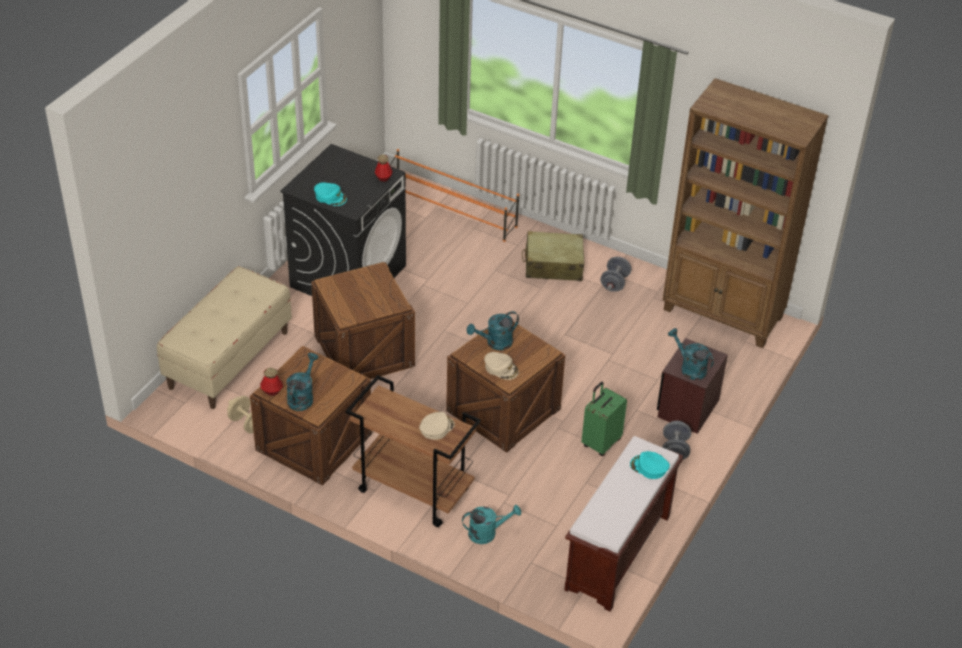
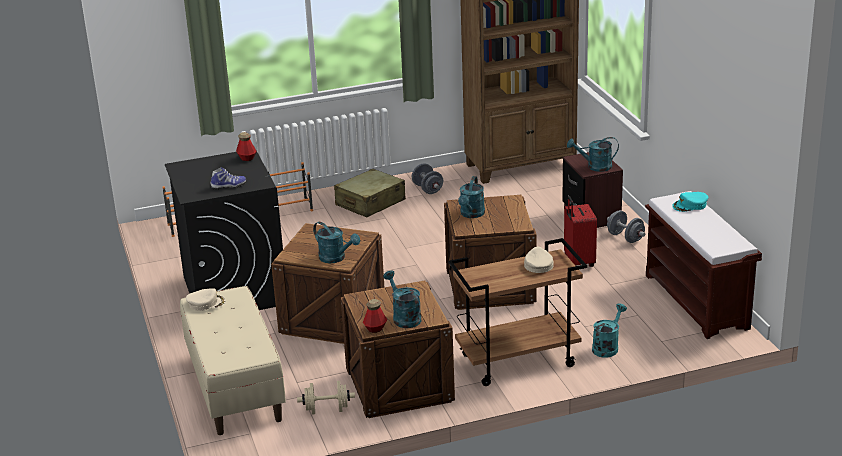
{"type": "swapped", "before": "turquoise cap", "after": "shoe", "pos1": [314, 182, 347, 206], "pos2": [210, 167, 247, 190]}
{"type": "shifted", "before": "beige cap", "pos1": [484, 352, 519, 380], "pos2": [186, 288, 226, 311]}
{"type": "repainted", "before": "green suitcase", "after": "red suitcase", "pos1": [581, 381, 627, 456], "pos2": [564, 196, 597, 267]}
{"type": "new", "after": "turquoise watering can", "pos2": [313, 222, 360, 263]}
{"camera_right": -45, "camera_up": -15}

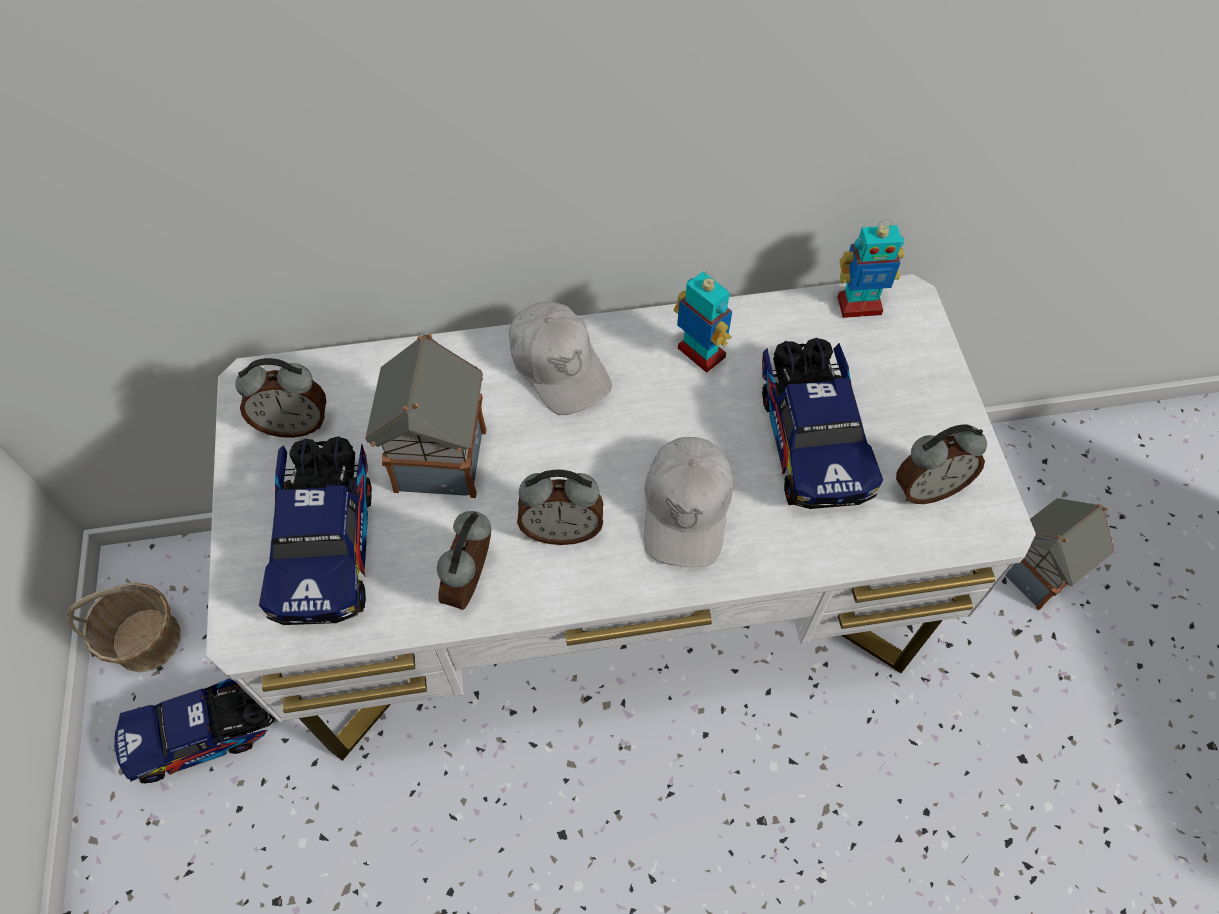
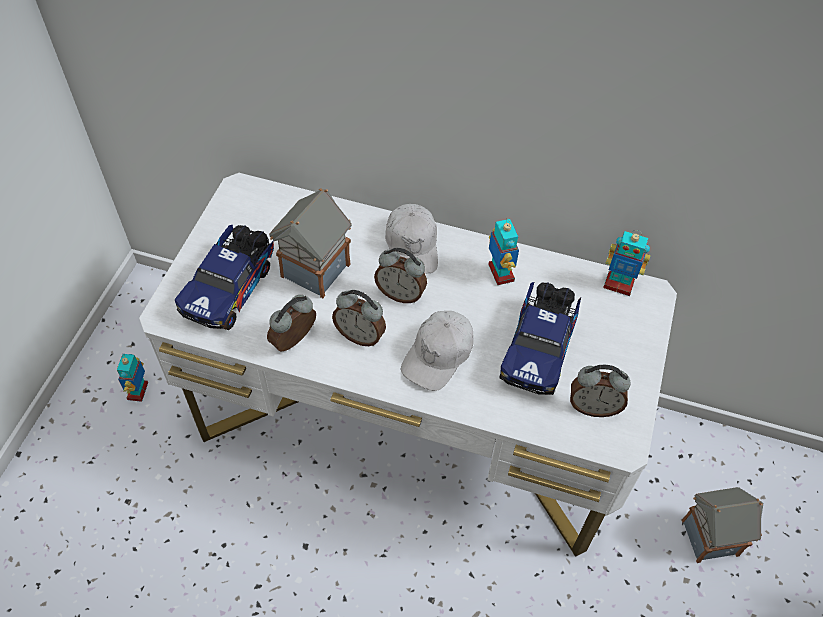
{"type": "gone", "before": "basket", "pos1": [66, 582, 180, 672]}
{"type": "swapped", "before": "toy truck", "after": "toy robot", "pos1": [114, 678, 275, 784], "pos2": [117, 354, 148, 402]}
{"type": "shifted", "before": "alarm clock", "pos1": [235, 358, 326, 438], "pos2": [374, 248, 427, 303]}
{"camera_right": 25, "camera_up": -5}

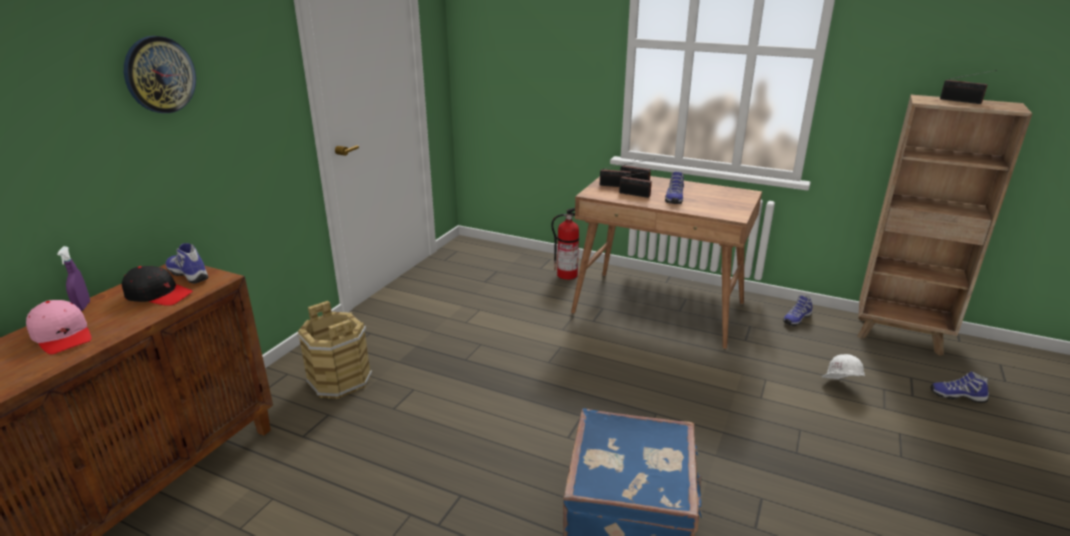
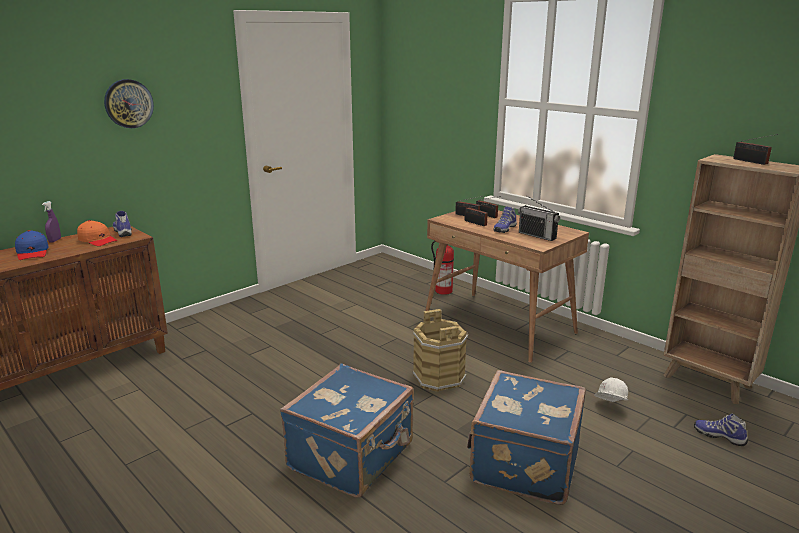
{"type": "repainted", "before": "pink cap", "after": "blue cap", "pos1": [26, 300, 92, 354], "pos2": [15, 230, 49, 260]}
{"type": "repainted", "before": "black cap", "after": "orange cap", "pos1": [122, 266, 193, 306], "pos2": [77, 220, 117, 246]}
{"type": "shifted", "before": "brown bucket", "pos1": [297, 301, 372, 399], "pos2": [412, 309, 468, 392]}
{"type": "gone", "before": "shoe", "pos1": [783, 295, 812, 326]}
{"type": "new", "after": "blue suitcase", "pos2": [467, 370, 586, 505]}
{"type": "new", "after": "radio", "pos2": [518, 196, 560, 241]}
{"camera_right": 20, "camera_up": -5}

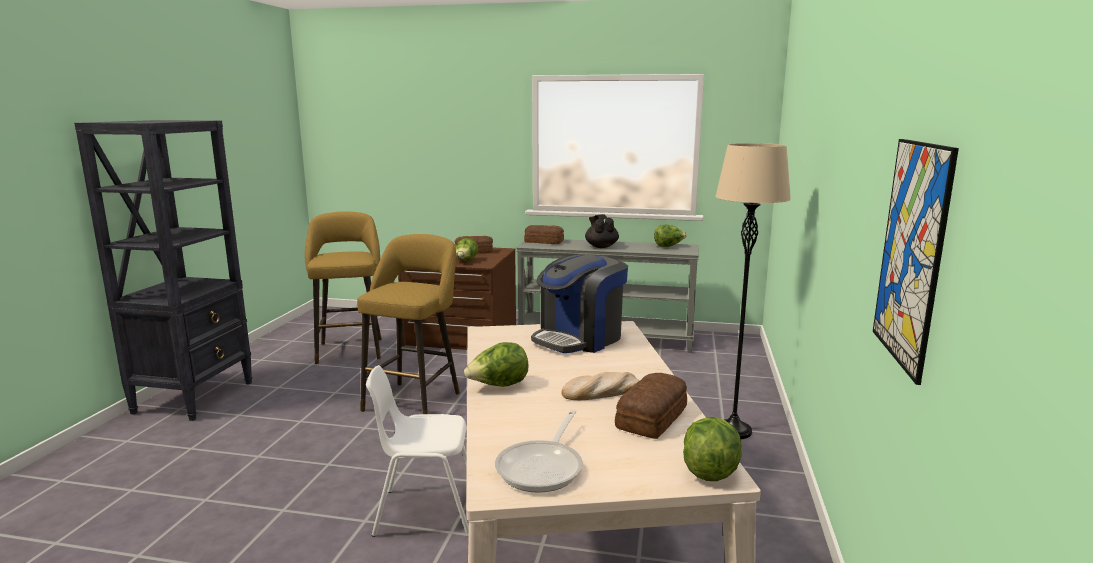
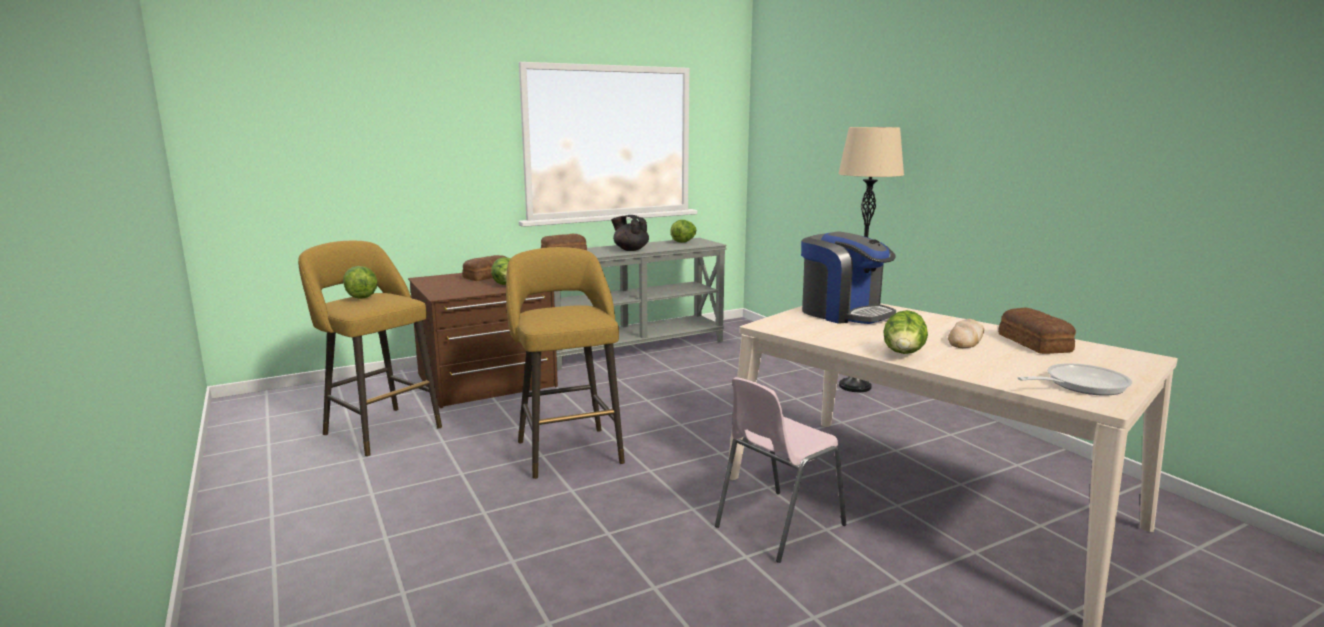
{"type": "gone", "before": "black bookcase", "pos1": [74, 120, 253, 421]}
{"type": "repainted", "before": "white chair", "after": "pink chair", "pos1": [366, 365, 469, 537], "pos2": [715, 377, 846, 563]}
{"type": "rotated", "before": "frying pan", "pos1": [495, 410, 583, 493], "pos2": [1018, 363, 1132, 396], "turn": -90}
{"type": "rotated", "before": "coffee machine", "pos1": [531, 255, 628, 353], "pos2": [801, 231, 896, 324], "turn": -45}
{"type": "shifted", "before": "lettuce", "pos1": [683, 417, 742, 481], "pos2": [343, 266, 377, 299]}
{"type": "gone", "before": "picture", "pos1": [873, 139, 959, 385]}
{"camera_right": -40, "camera_up": 0}

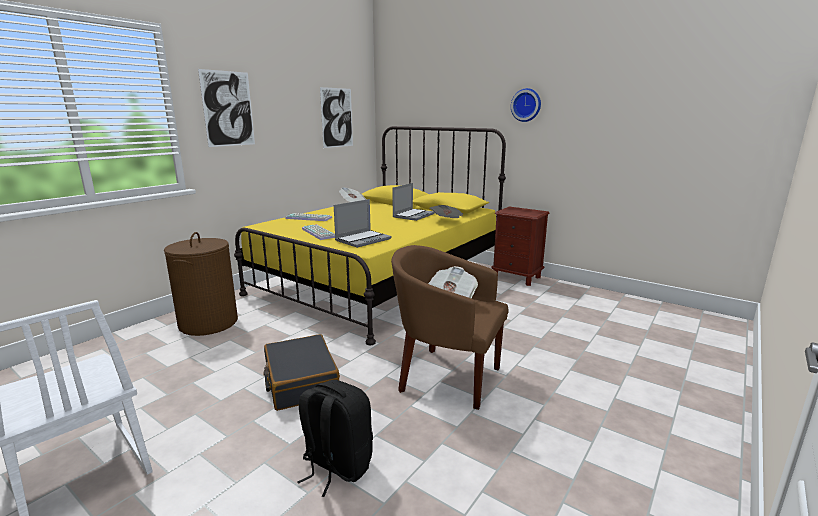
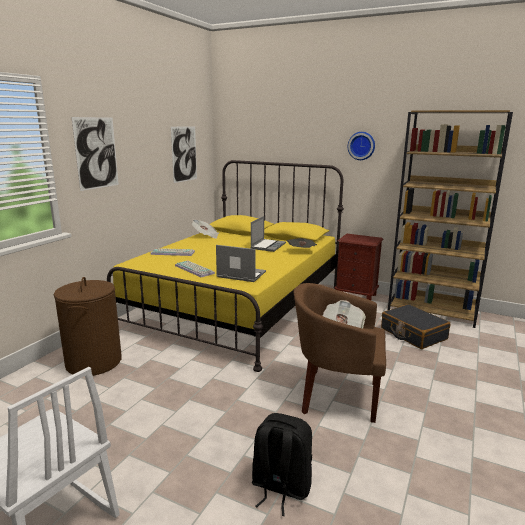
{"type": "shifted", "before": "black suitcase", "pos1": [264, 334, 340, 411], "pos2": [381, 304, 450, 349]}
{"type": "rotated", "before": "laptop", "pos1": [334, 199, 392, 248], "pos2": [216, 245, 266, 282], "turn": -105}
{"type": "new", "after": "brown bookcase", "pos2": [388, 110, 513, 328]}
{"camera_right": -10, "camera_up": 0}

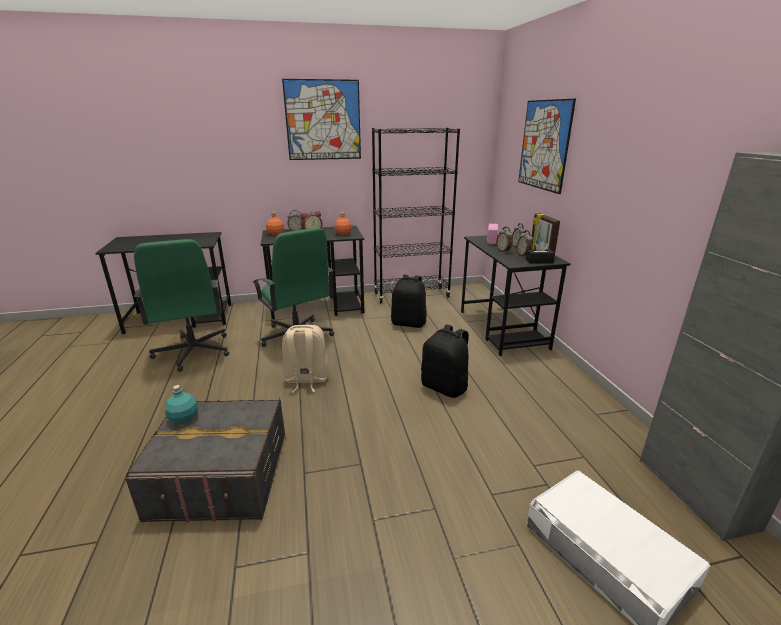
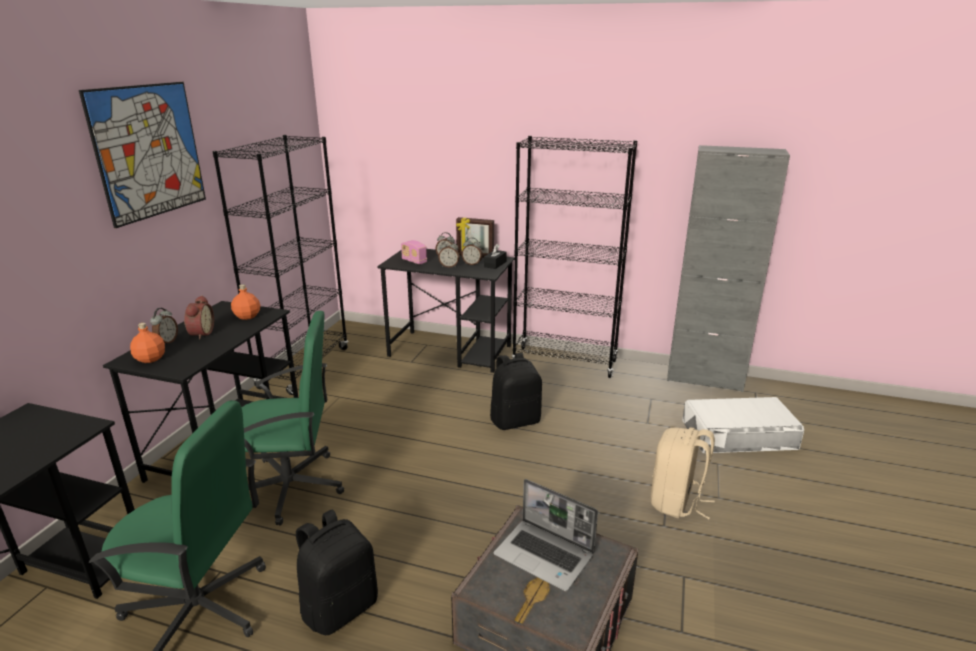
{"type": "gone", "before": "turquoise bottle", "pos1": [165, 385, 198, 424]}
{"type": "shifted", "before": "beige backpack", "pos1": [282, 325, 329, 393], "pos2": [651, 427, 715, 519]}
{"type": "shifted", "before": "black backpack", "pos1": [391, 275, 426, 328], "pos2": [296, 509, 378, 635]}
{"type": "gone", "before": "picture", "pos1": [518, 99, 576, 194]}
{"type": "new", "after": "laptop", "pos2": [494, 479, 598, 591]}
{"type": "new", "after": "black bookcase", "pos2": [512, 136, 637, 378]}
{"camera_right": -60, "camera_up": 0}

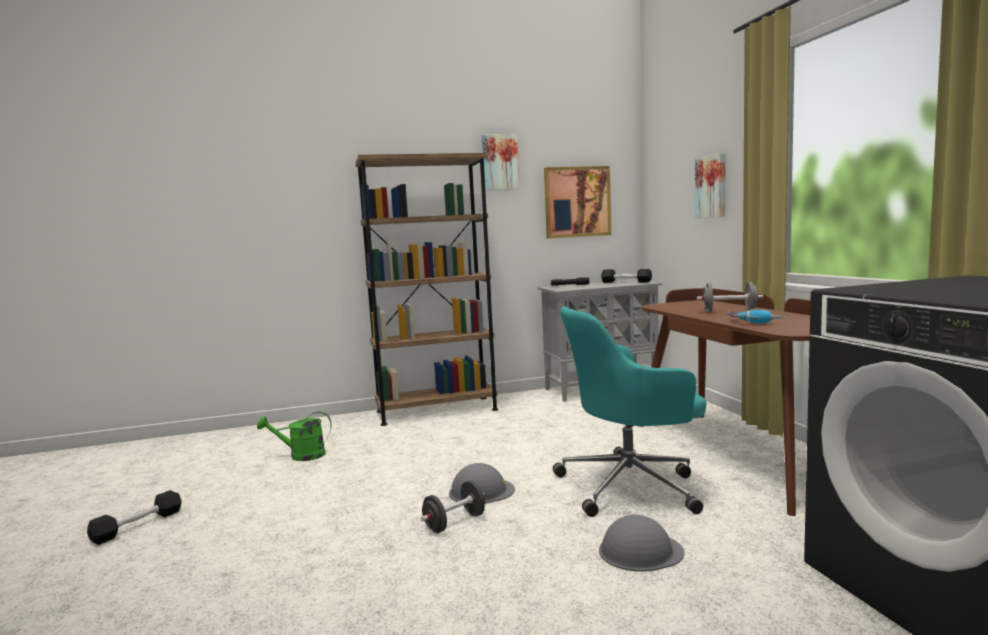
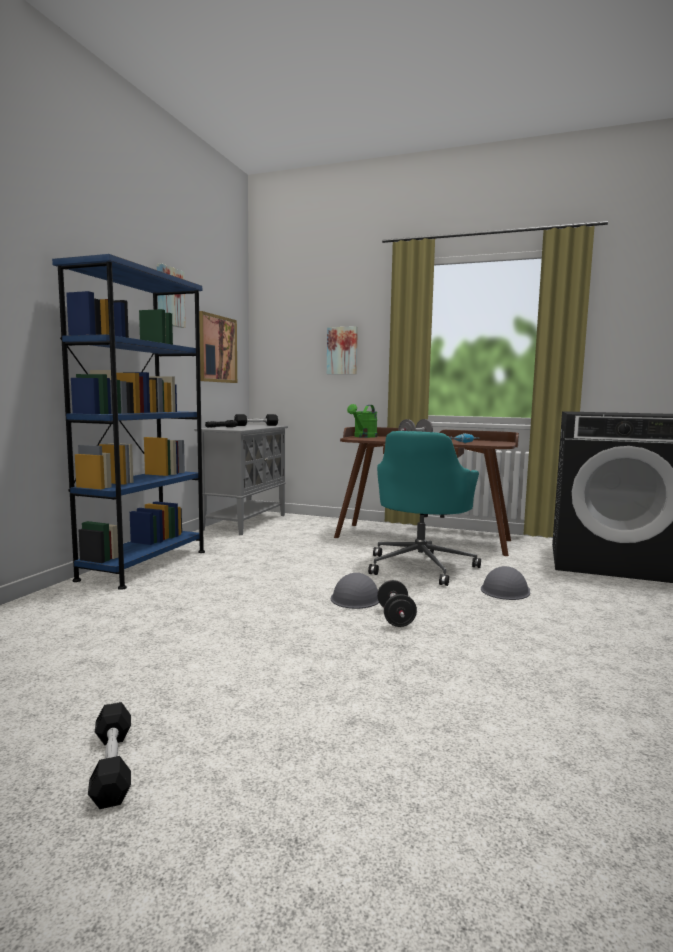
{"type": "shifted", "before": "green watering can", "pos1": [257, 412, 332, 461], "pos2": [347, 404, 377, 438]}
{"type": "repainted", "before": "brown bookcase", "after": "blue bookcase", "pos1": [355, 153, 498, 426], "pos2": [52, 254, 205, 590]}
{"camera_right": -55, "camera_up": 0}

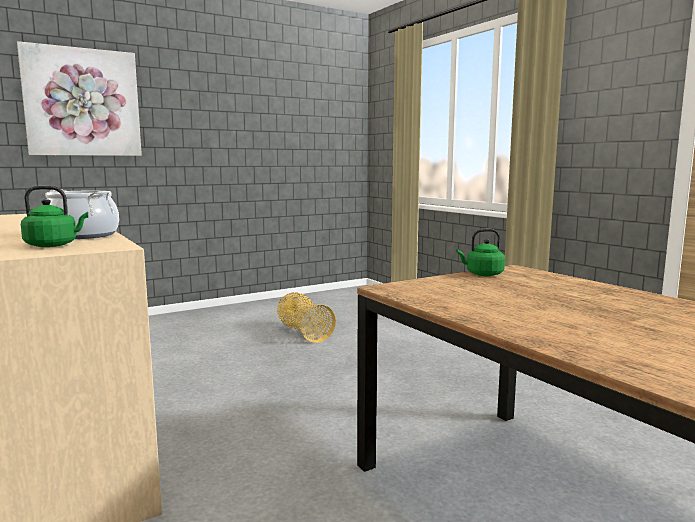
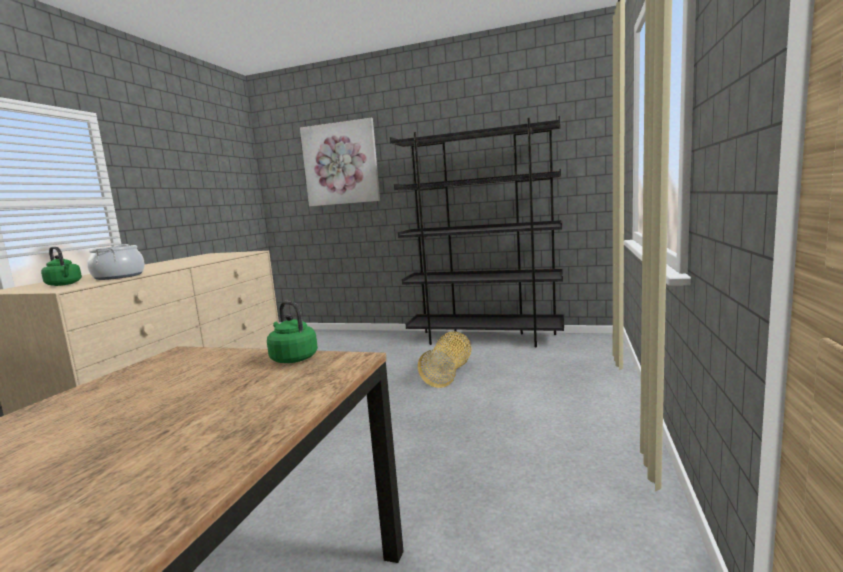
{"type": "new", "after": "black bookcase", "pos2": [390, 116, 564, 347]}
{"camera_right": 50, "camera_up": 0}

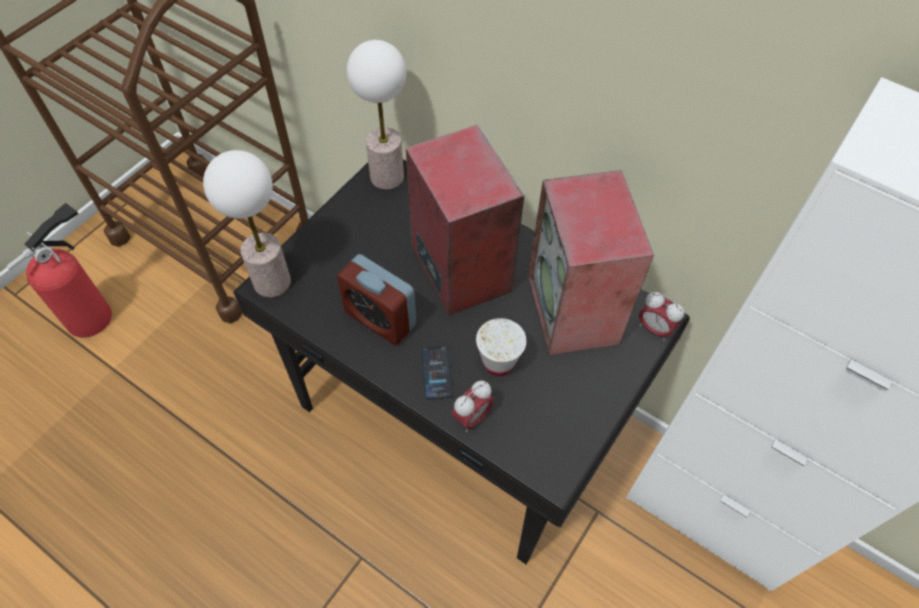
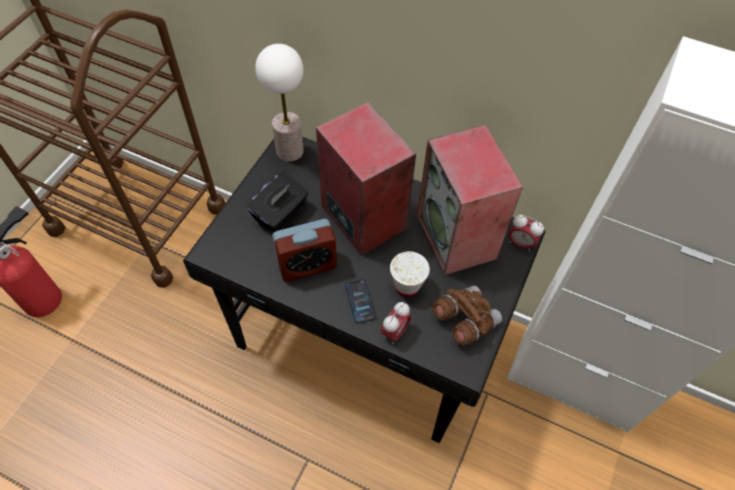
{"type": "gone", "before": "table lamp", "pos1": [203, 150, 291, 297]}
{"type": "rotated", "before": "alarm clock", "pos1": [337, 254, 416, 345], "pos2": [272, 219, 337, 282], "turn": -45}
{"type": "new", "after": "black tissue box", "pos2": [247, 172, 309, 232]}
{"type": "new", "after": "brown binoculars", "pos2": [432, 285, 502, 345]}
{"camera_right": -10, "camera_up": 0}

